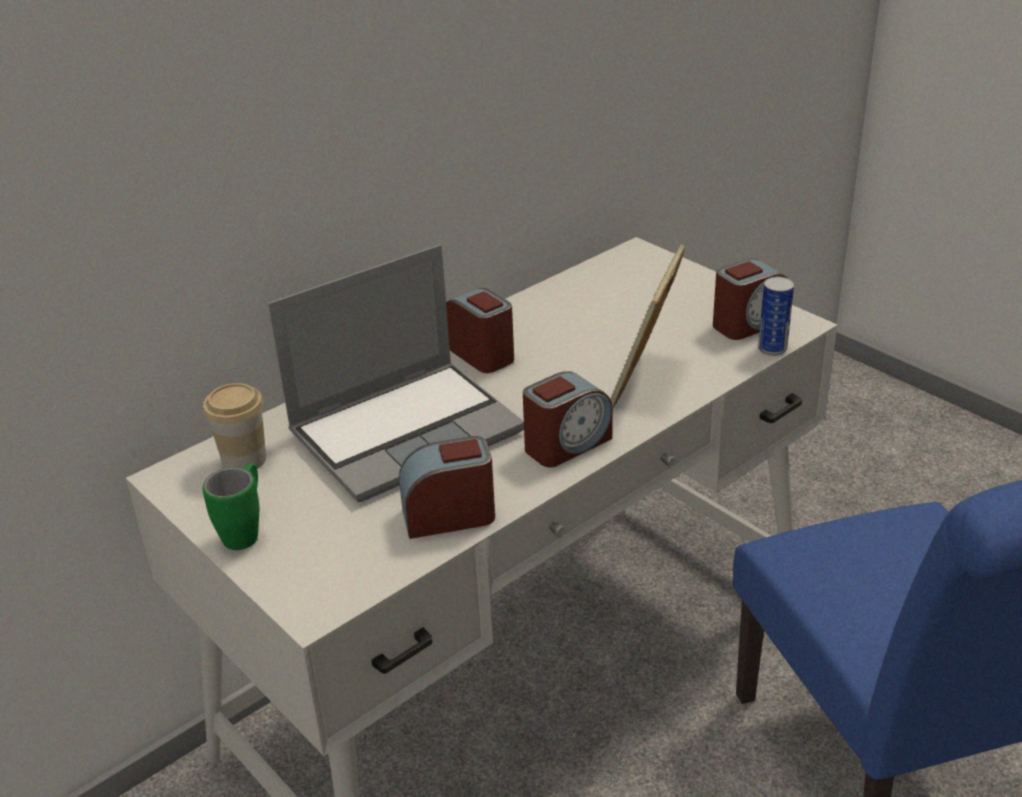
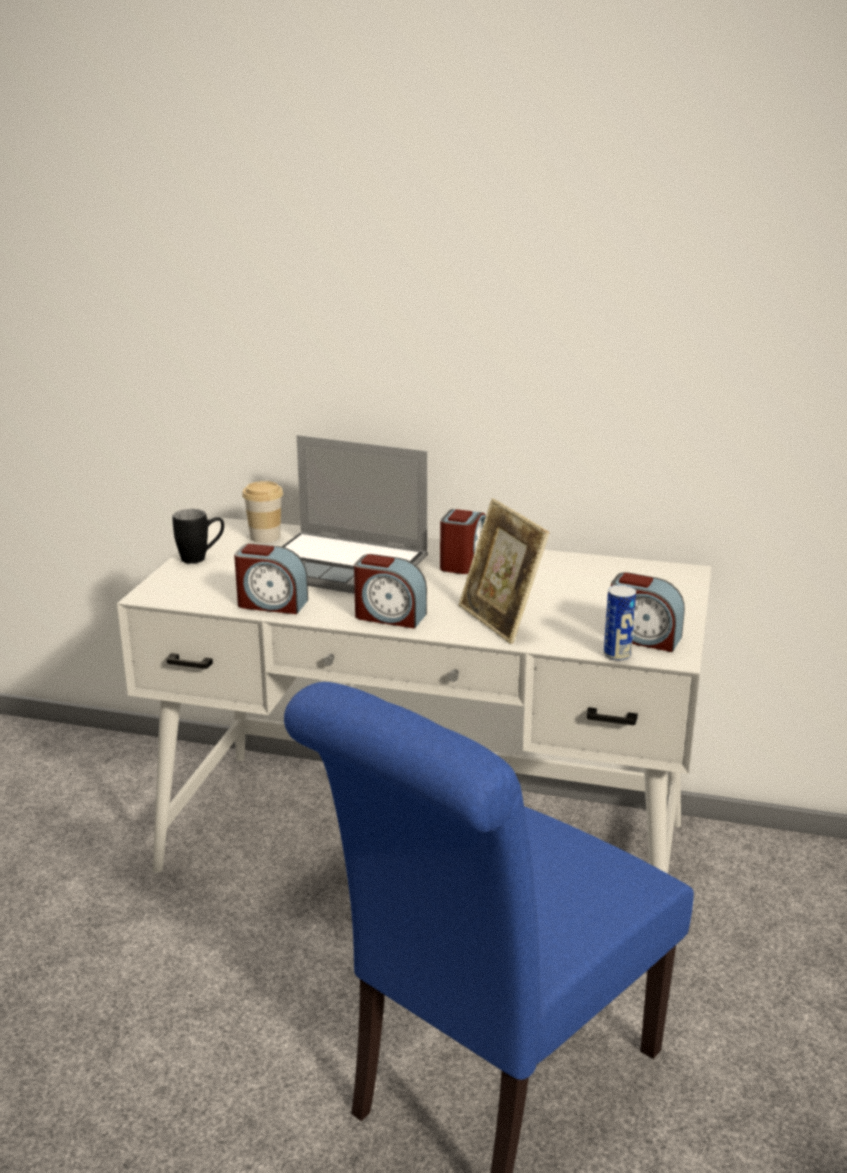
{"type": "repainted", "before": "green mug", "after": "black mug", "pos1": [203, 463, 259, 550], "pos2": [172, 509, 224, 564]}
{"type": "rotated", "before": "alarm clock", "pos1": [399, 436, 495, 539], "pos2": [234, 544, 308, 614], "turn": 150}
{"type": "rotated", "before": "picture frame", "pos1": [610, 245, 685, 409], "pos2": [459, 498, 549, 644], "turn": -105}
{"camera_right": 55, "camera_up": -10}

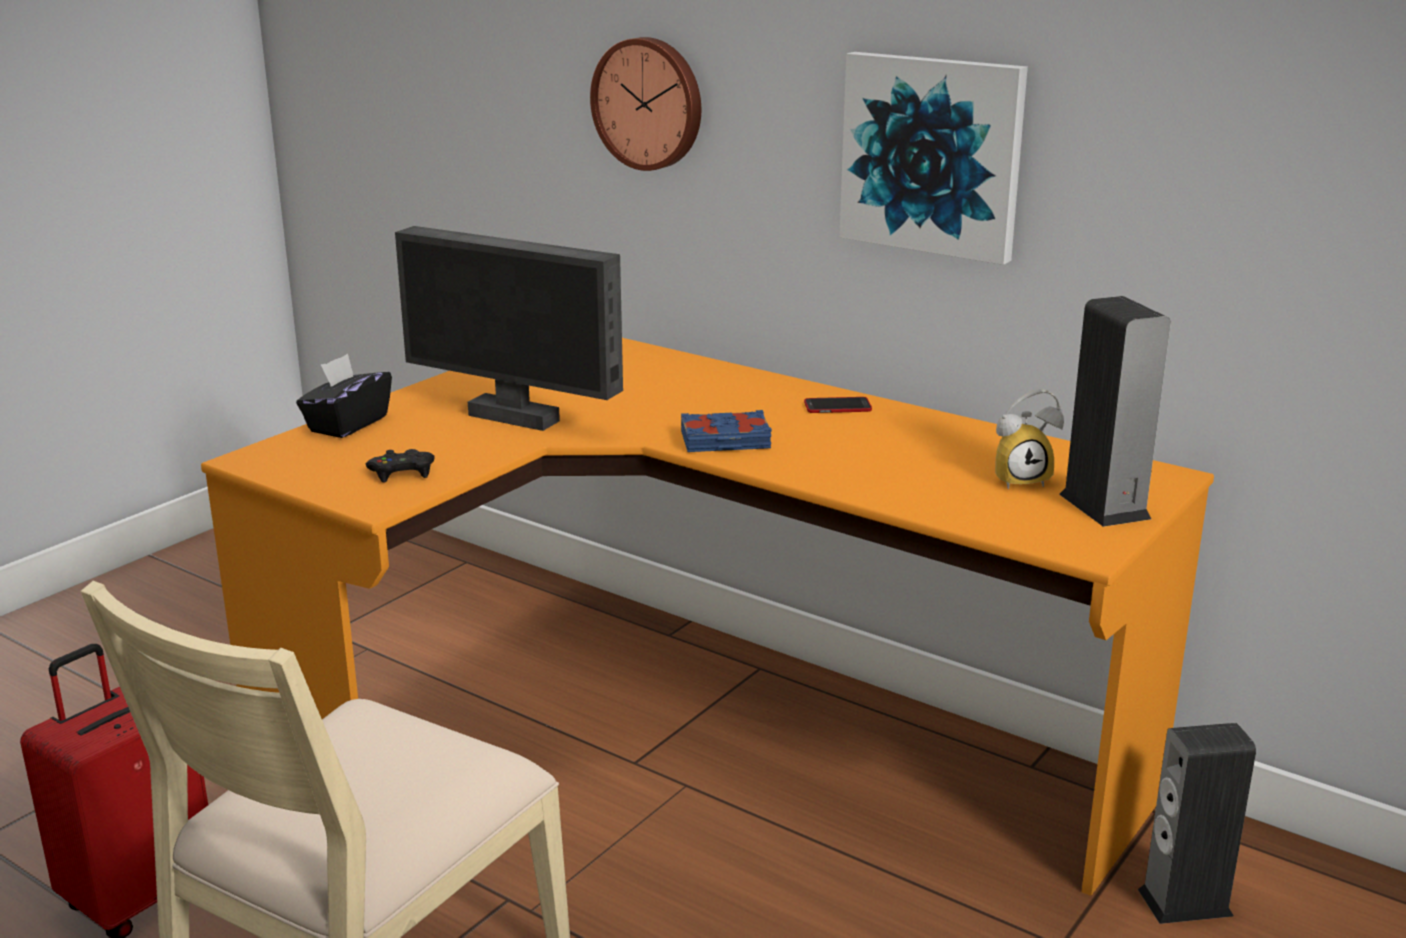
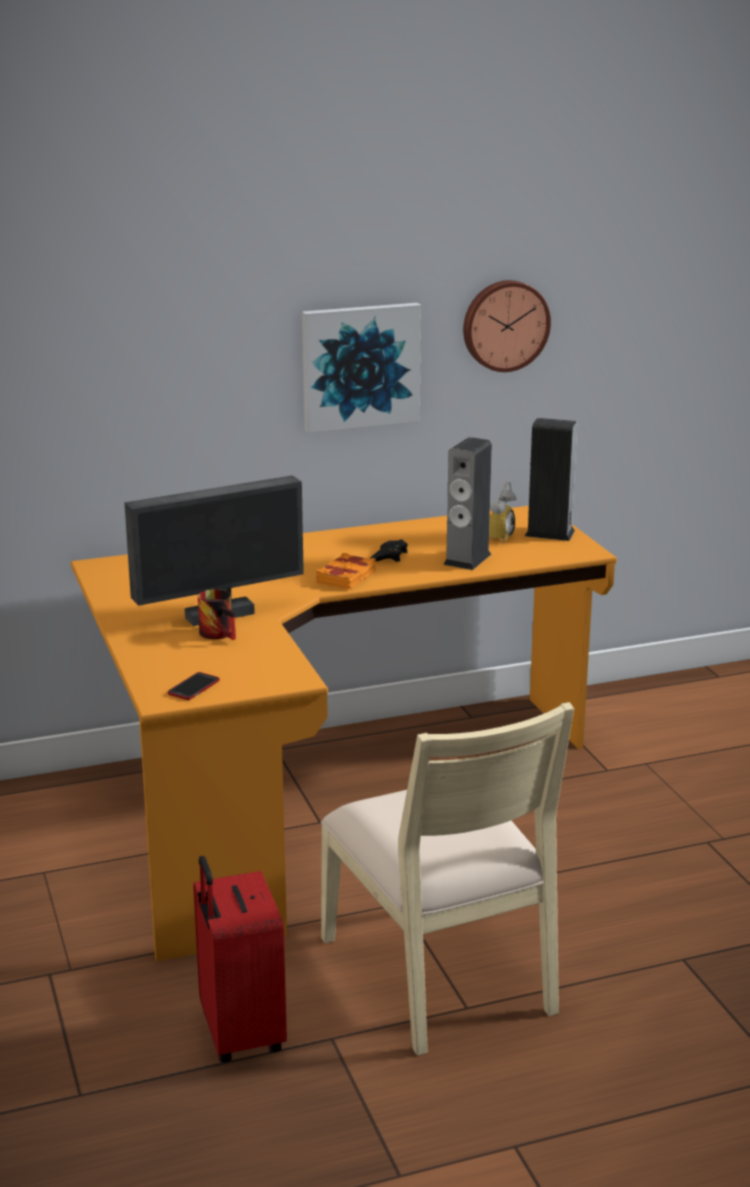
{"type": "gone", "before": "black tissue box", "pos1": [296, 354, 392, 438]}
{"type": "shifted", "before": "black game controller", "pos1": [366, 449, 434, 483], "pos2": [370, 539, 407, 562]}
{"type": "shifted", "before": "wall clock", "pos1": [590, 37, 701, 171], "pos2": [463, 280, 551, 372]}
{"type": "repainted", "before": "blue book", "after": "orange book", "pos1": [681, 410, 772, 452], "pos2": [316, 553, 376, 590]}
{"type": "shifted", "before": "phone", "pos1": [804, 397, 872, 413], "pos2": [168, 672, 220, 700]}
{"type": "shifted", "before": "speaker", "pos1": [1138, 723, 1256, 924], "pos2": [443, 437, 492, 570]}
{"type": "new", "after": "mug", "pos2": [198, 589, 236, 640]}
{"camera_right": -55, "camera_up": 0}

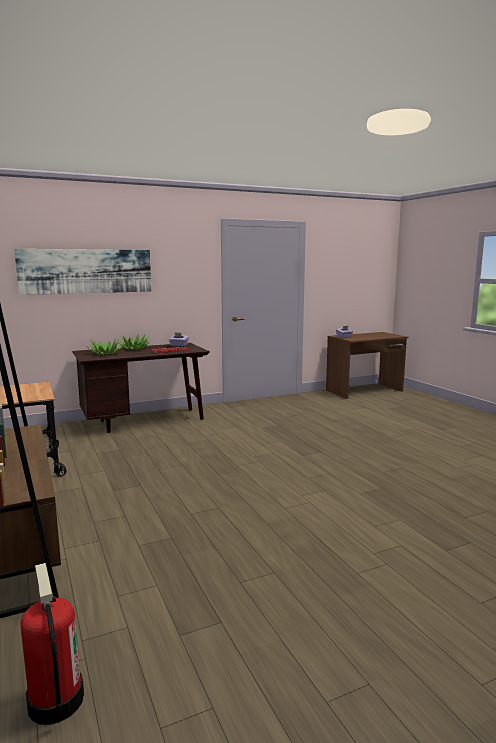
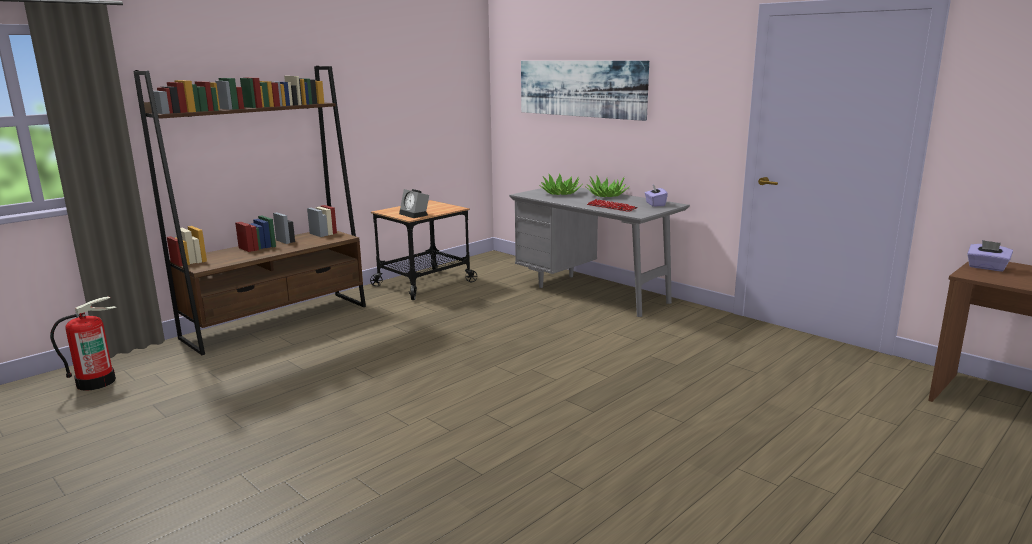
{"type": "repainted", "before": "brown desk", "after": "grey desk", "pos1": [72, 343, 210, 433], "pos2": [509, 187, 690, 317]}
{"type": "new", "after": "alarm clock", "pos2": [399, 189, 429, 218]}
{"camera_right": 70, "camera_up": 5}

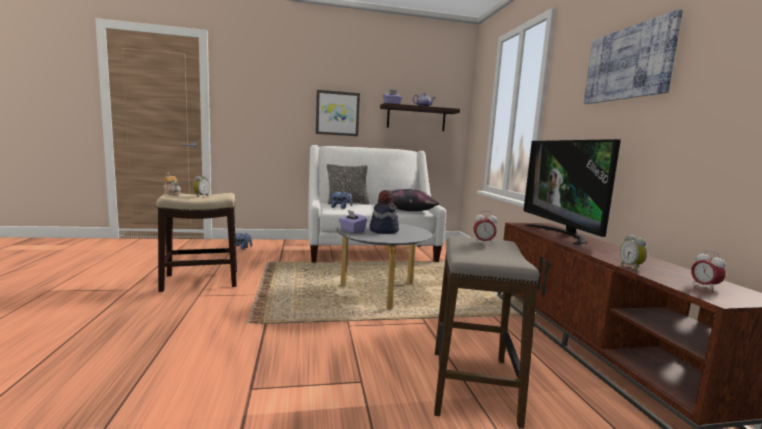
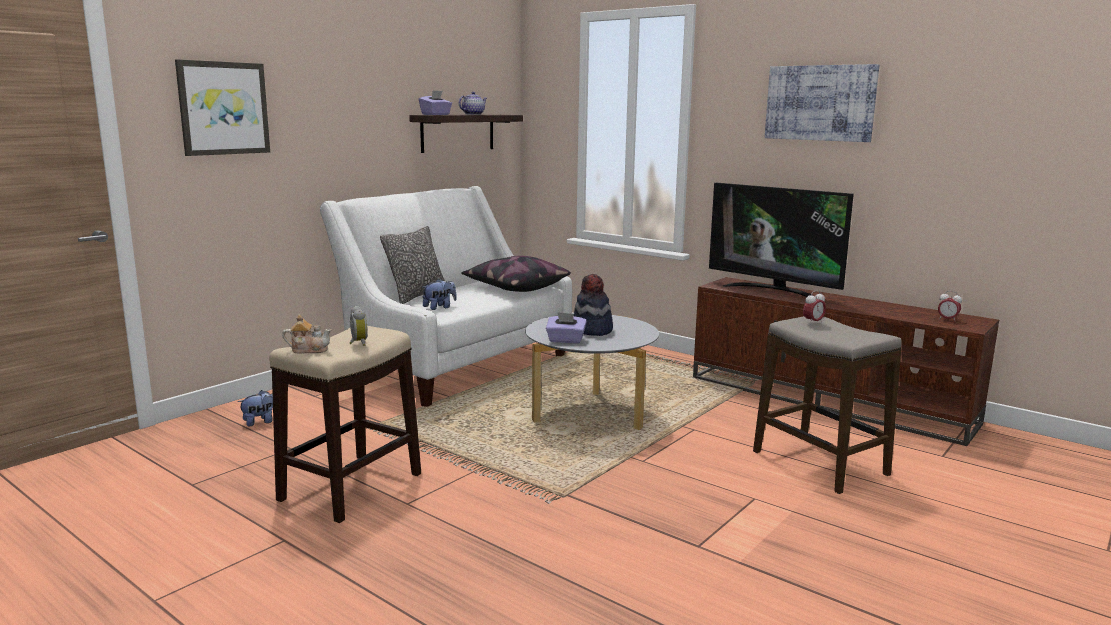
{"type": "shifted", "before": "picture", "pos1": [316, 90, 360, 136], "pos2": [175, 59, 270, 156]}
{"type": "gone", "before": "alarm clock", "pos1": [620, 234, 647, 270]}
{"camera_right": -40, "camera_up": 5}

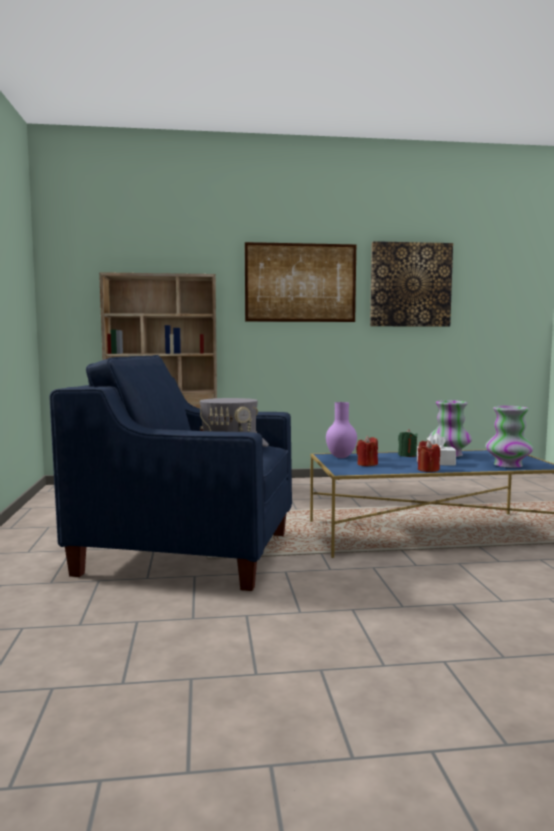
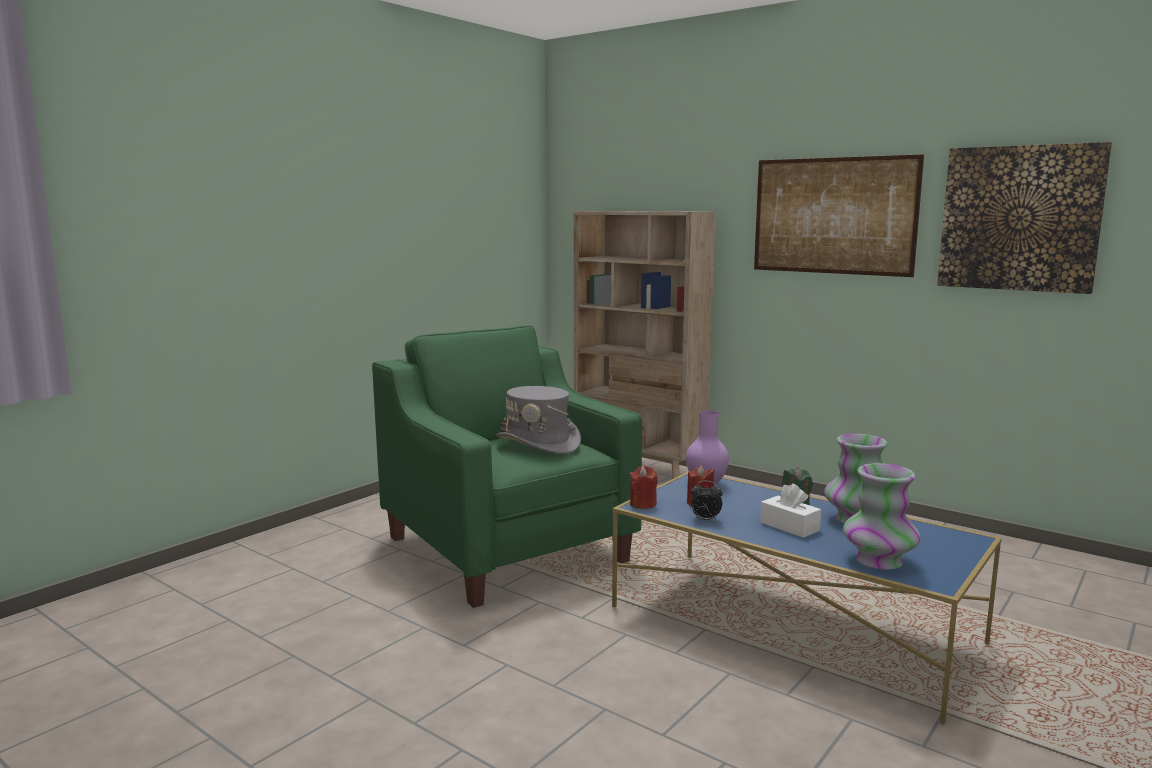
{"type": "repainted", "before": "blue armchair", "after": "green armchair", "pos1": [49, 355, 292, 591], "pos2": [372, 325, 642, 608]}
{"type": "shifted", "before": "red candle", "pos1": [418, 440, 440, 472], "pos2": [630, 466, 658, 509]}
{"type": "new", "after": "alarm clock", "pos2": [691, 481, 722, 522]}
{"camera_right": 45, "camera_up": 5}

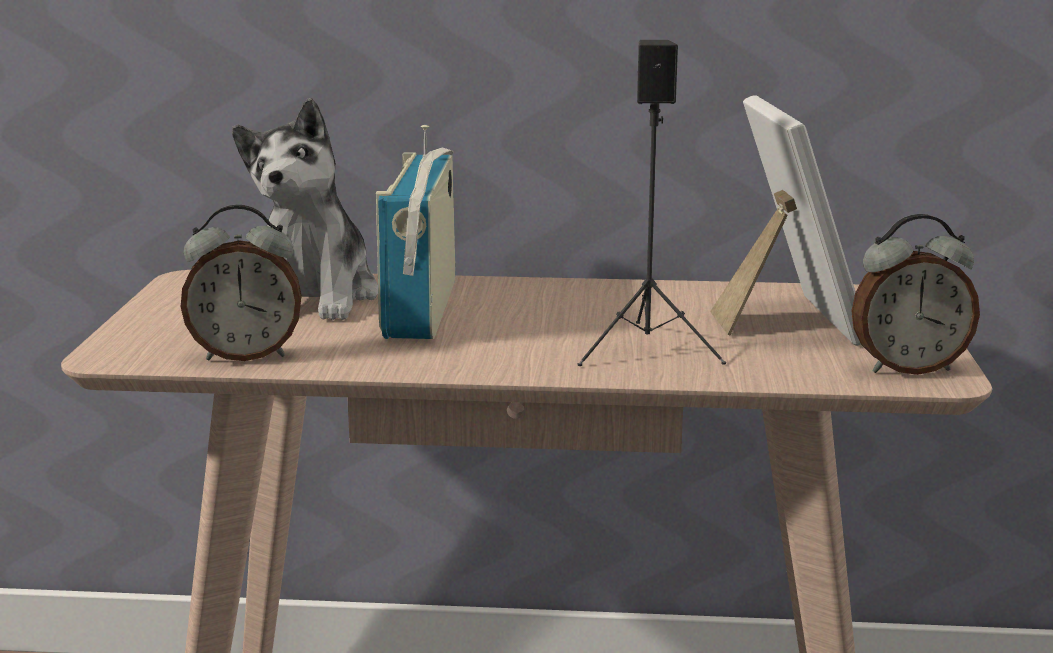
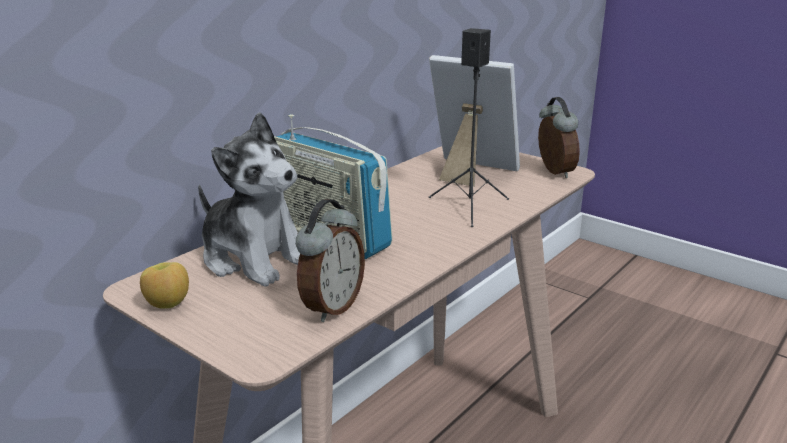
{"type": "rotated", "before": "alarm clock", "pos1": [851, 214, 980, 375], "pos2": [538, 97, 580, 178], "turn": -45}
{"type": "new", "after": "apple", "pos2": [140, 262, 189, 308]}
{"camera_right": -55, "camera_up": 5}

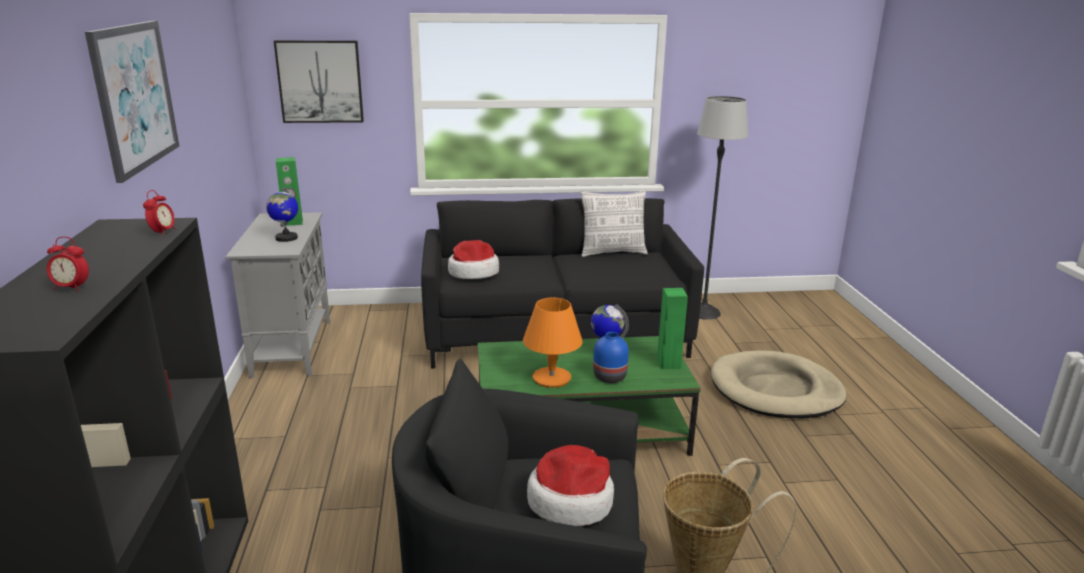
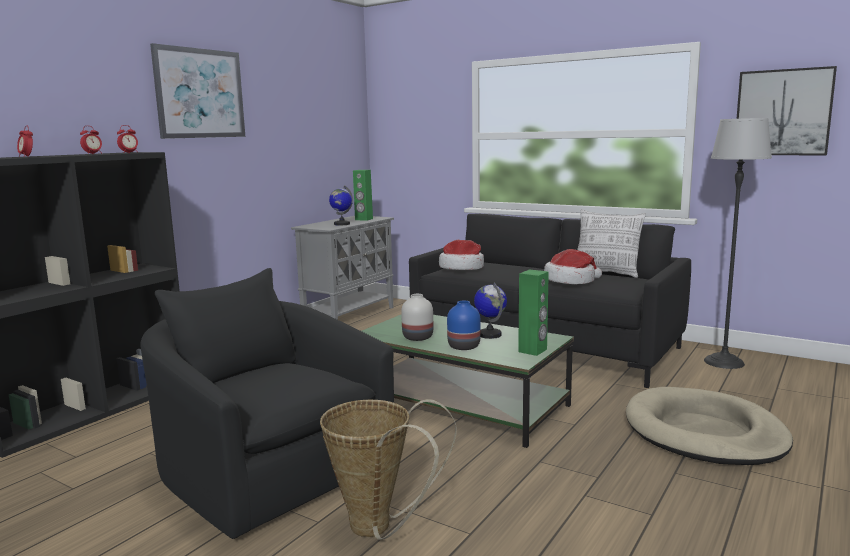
{"type": "shifted", "before": "picture", "pos1": [274, 40, 364, 123], "pos2": [736, 66, 837, 155]}
{"type": "swapped", "before": "orange table lamp", "after": "white vase", "pos1": [523, 297, 582, 388], "pos2": [401, 294, 433, 341]}
{"type": "shifted", "before": "hat", "pos1": [527, 445, 614, 526], "pos2": [544, 249, 602, 284]}
{"type": "new", "after": "alarm clock", "pos2": [80, 126, 102, 154]}
{"camera_right": 40, "camera_up": -10}

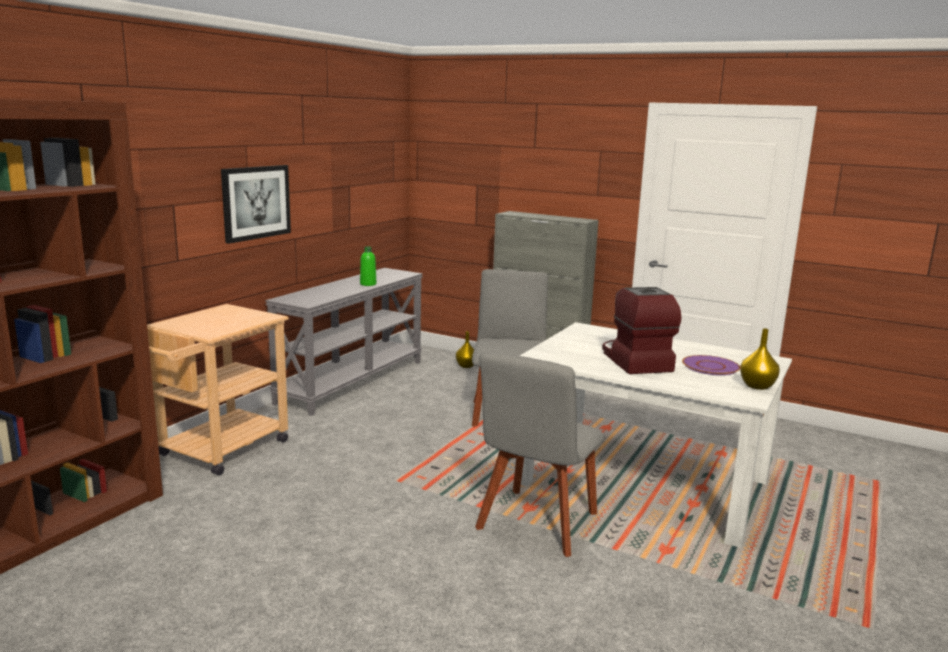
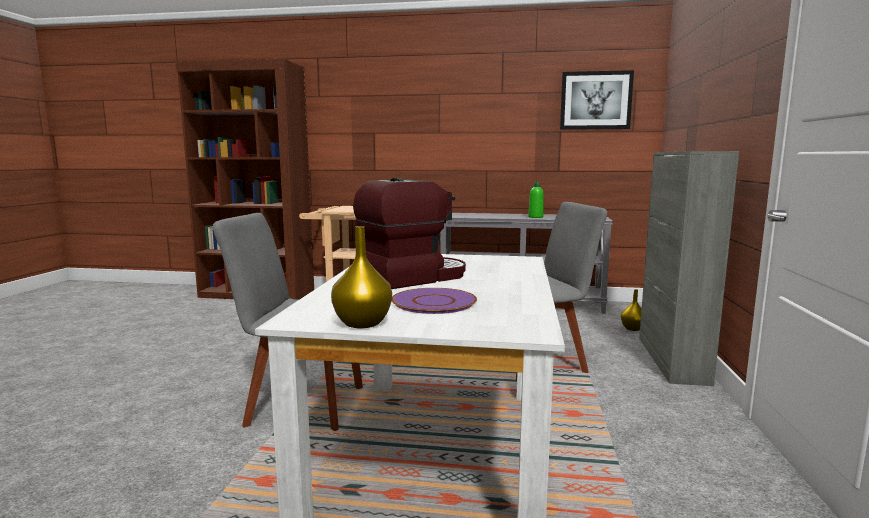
{"type": "shifted", "before": "picture", "pos1": [221, 165, 291, 244], "pos2": [560, 70, 634, 130]}
{"camera_right": 70, "camera_up": -5}

